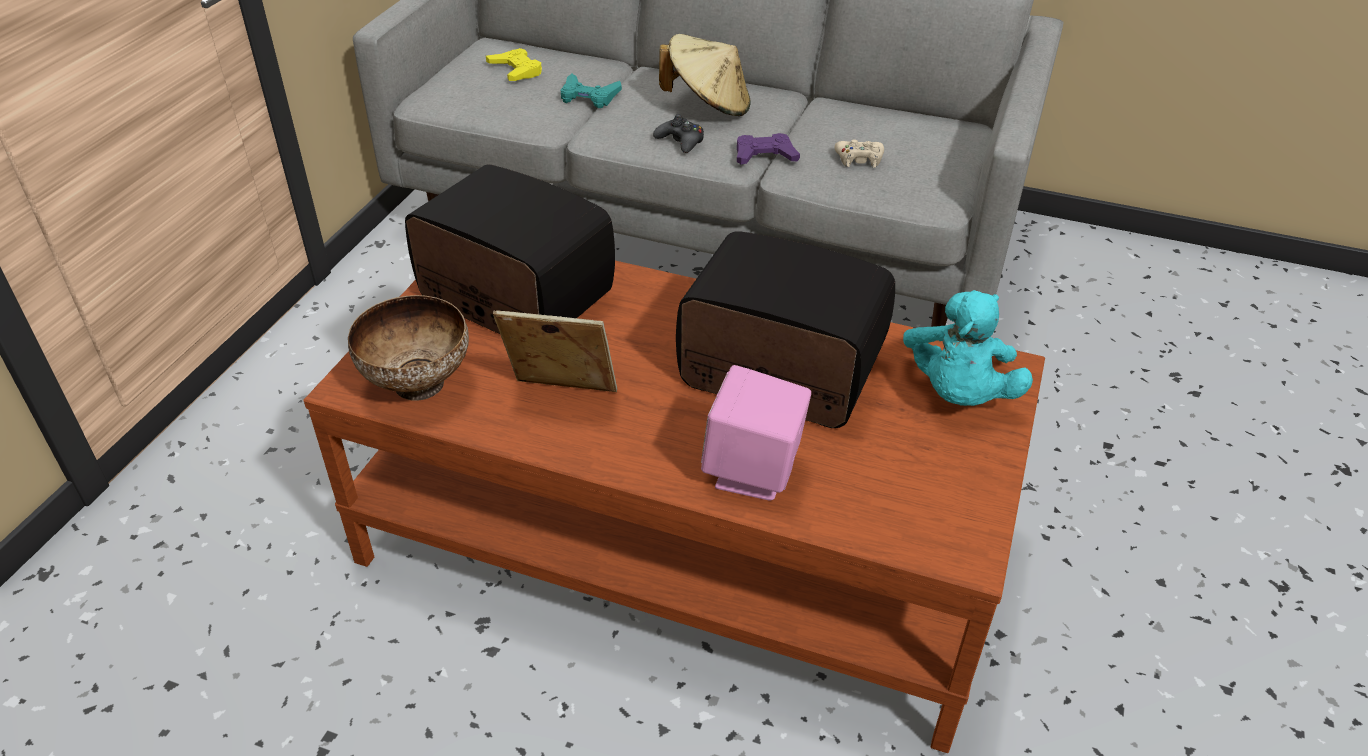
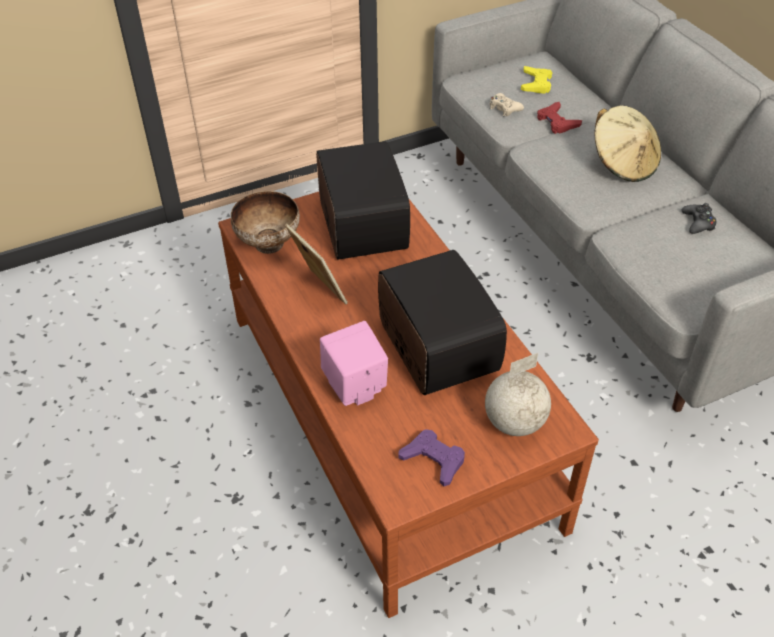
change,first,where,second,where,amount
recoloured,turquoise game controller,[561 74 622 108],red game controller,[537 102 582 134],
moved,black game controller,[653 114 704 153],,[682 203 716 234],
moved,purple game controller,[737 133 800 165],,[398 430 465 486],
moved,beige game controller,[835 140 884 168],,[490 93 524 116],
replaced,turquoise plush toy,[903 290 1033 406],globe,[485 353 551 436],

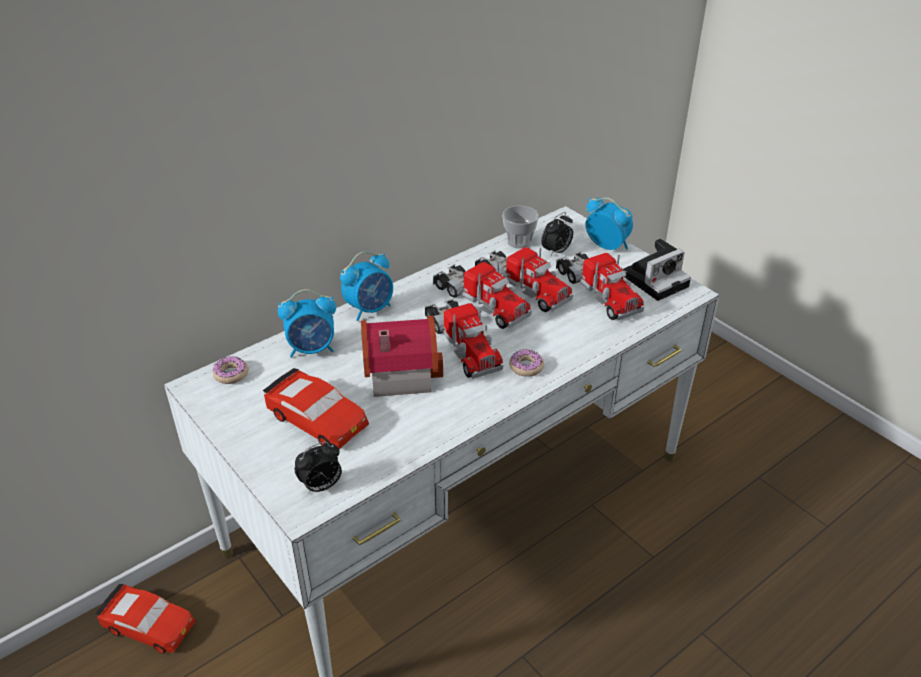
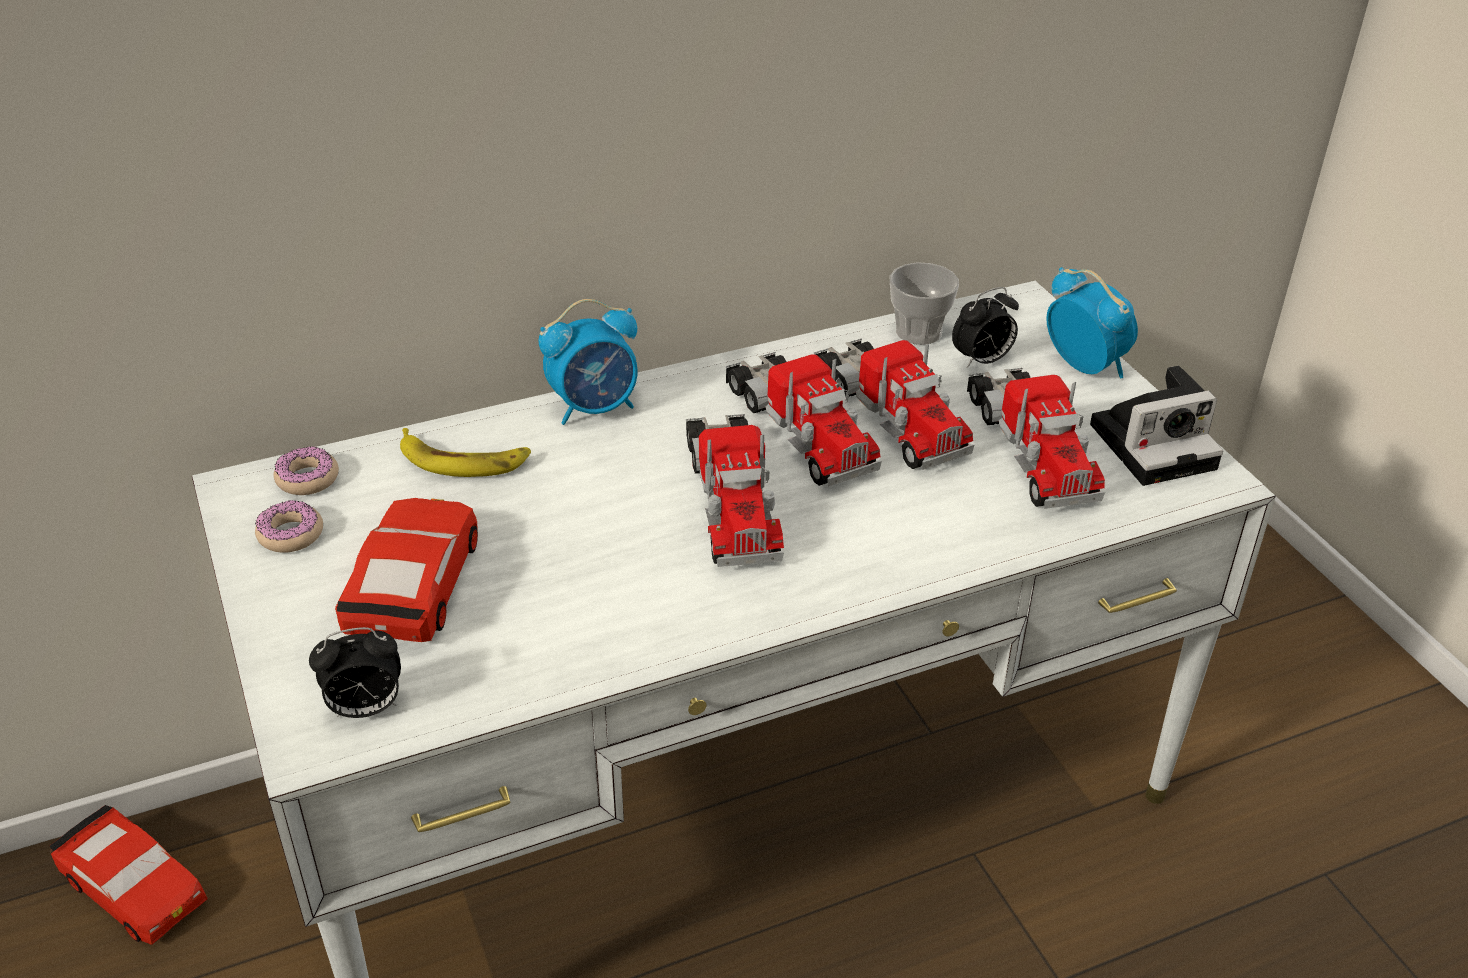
change,first,where,second,where,amount
turned,red toy car,[263 368 369 449],,[335 498 478 642],135 degrees counterclockwise
replaced,alarm clock,[278 289 336 358],banana,[400 428 531 477],
removed,toy house,[361 316 443 397],,,
moved,donut,[509 350 544 377],,[255 500 323 553],

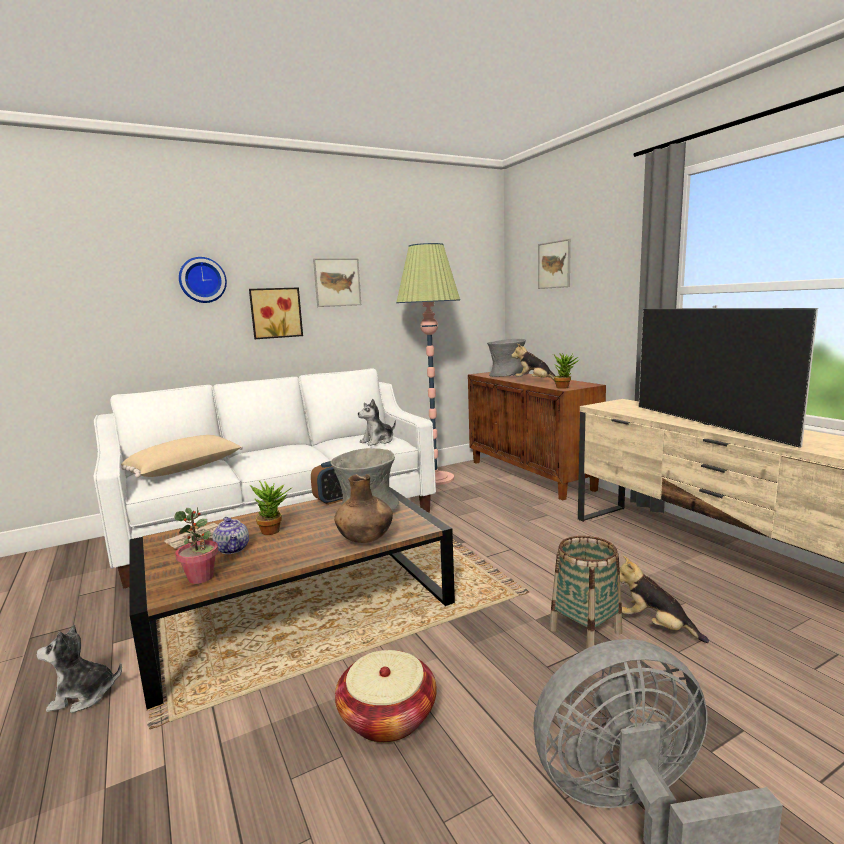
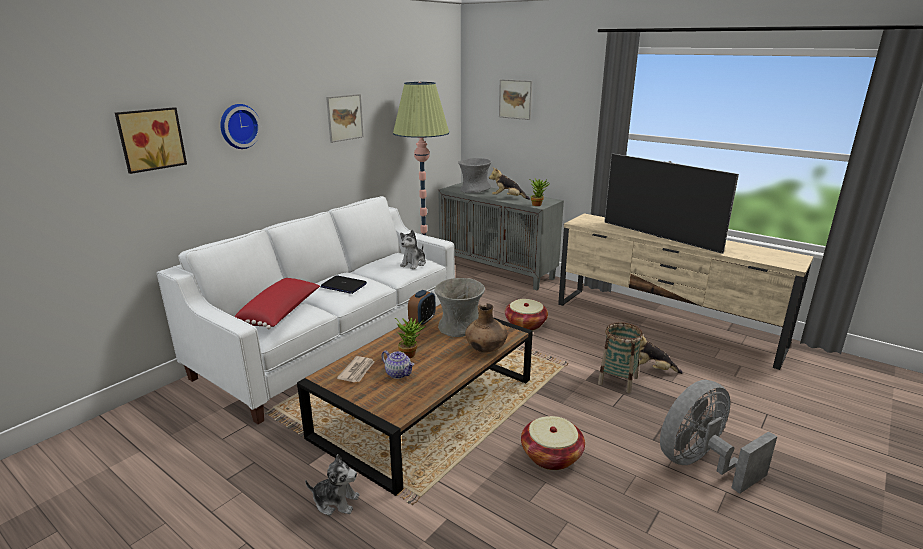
change,first,where,second,where,amount
turned,plush toy,[37 624 122 713],,[305 454 360 516],135 degrees counterclockwise
recoloured,beige pillow,[121 435 243 478],red pillow,[234 278 320 329],
removed,potted plant,[175 508 218 584],,,
moved,picture,[249 287 303 339],,[115 107 187 174],
recoloured,brown cabinet,[468 372 606 501],grey cabinet,[438 182 564 290],
added,,,laptop,[321 275 367 294],
added,,,basket,[505 299 548 331],

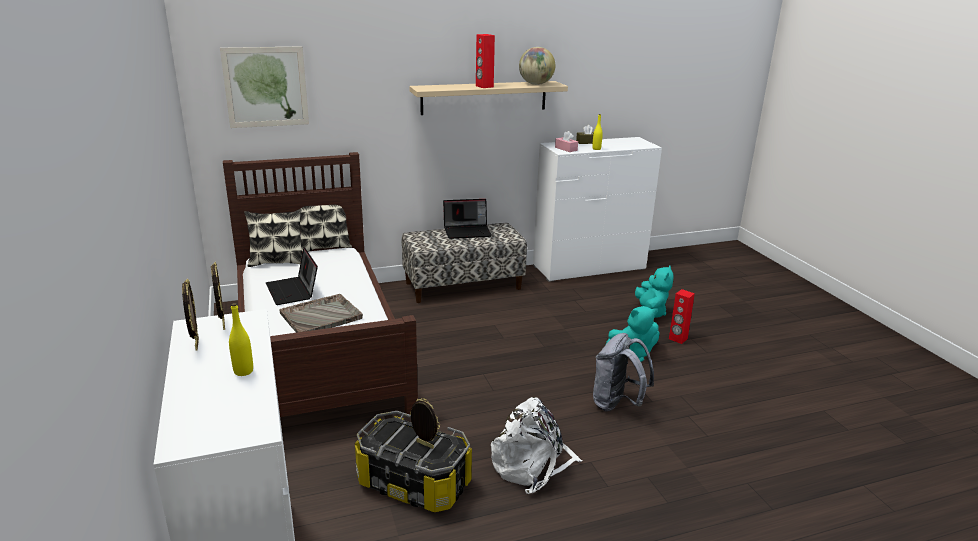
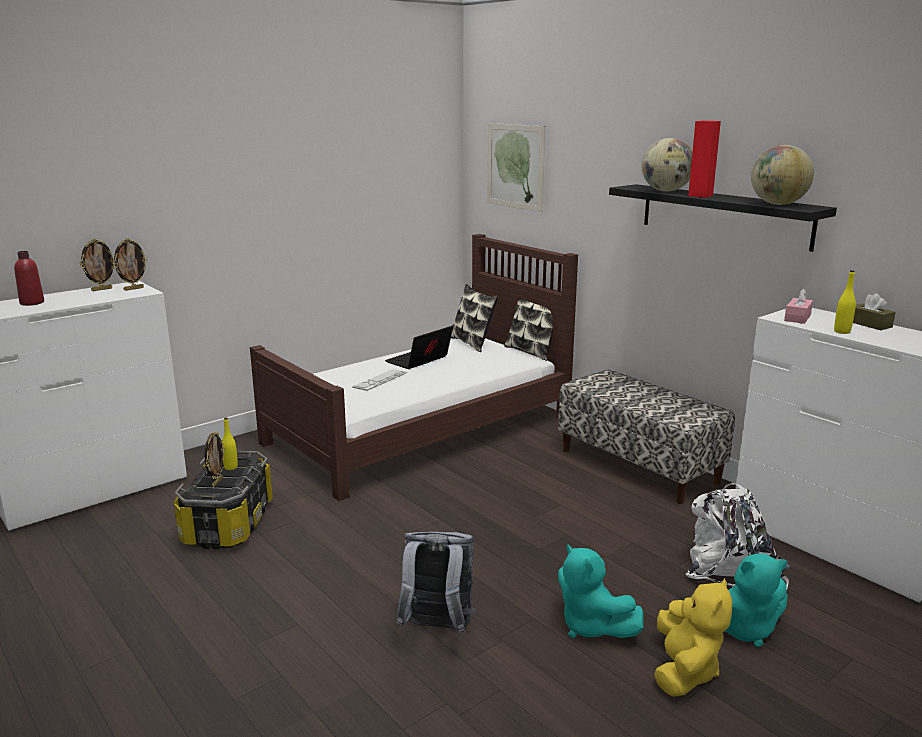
change,first,where,second,where,amount
moved,yellow bottle,[229 303 253 376],,[222 418 238 470],
replaced,grey tray,[280 294 363 333],keyboard,[352 369 407 391],
recoloured,beige shelf,[409 81 568 115],black shelf,[609 184 837 252],
removed,laptop,[443 199 492 239],,,
moved,white backpack,[491 397 582 494],,[685 483 790 588],
replaced,red speaker,[669 289 695 344],yellow plush toy,[654 578 732 697],
added,,,red bottle,[14 251 44 306],
added,,,globe,[642 138 693 192],

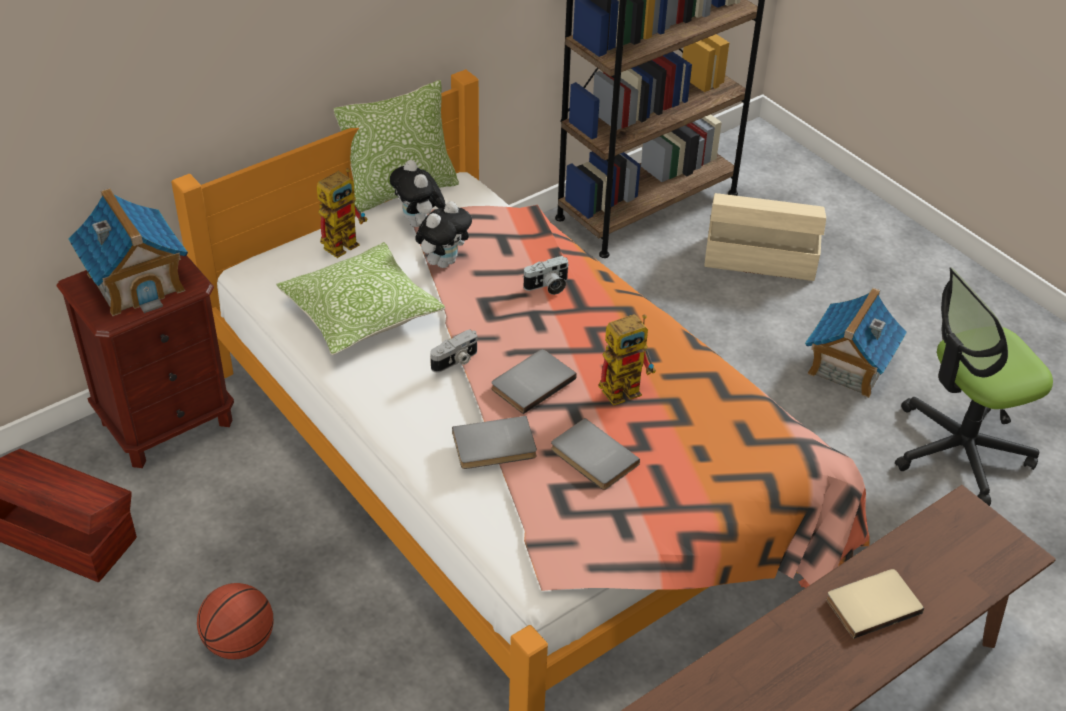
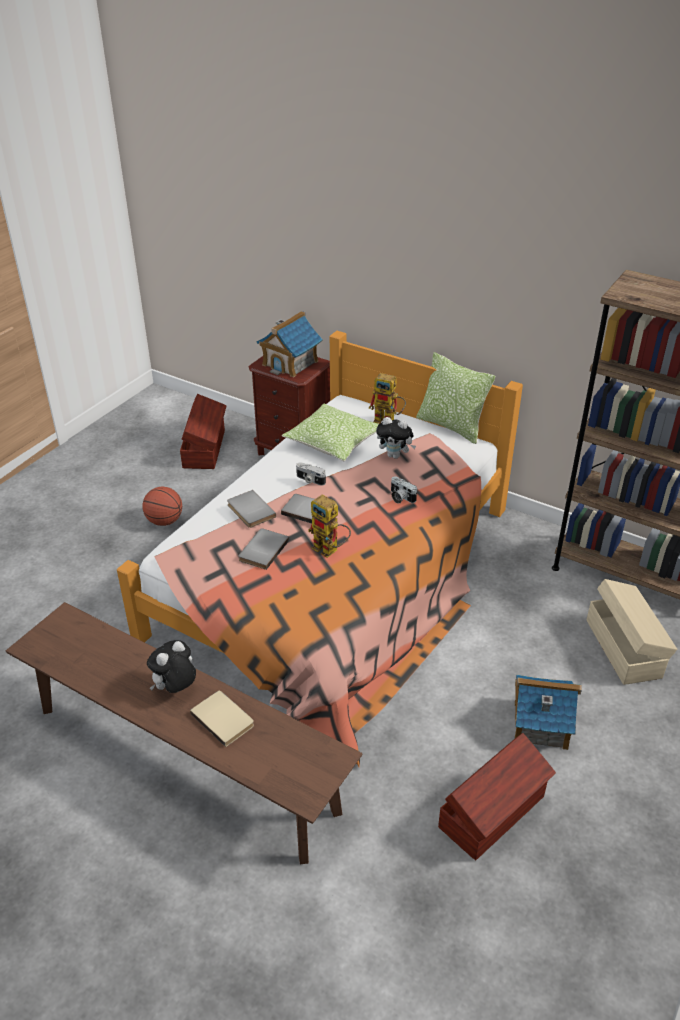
change,first,where,second,where,amount
moved,plush toy,[390 160 446 227],,[147 640 196 693],
replaced,office chair,[895 267 1053 506],brown storage box,[438 733 556 860],

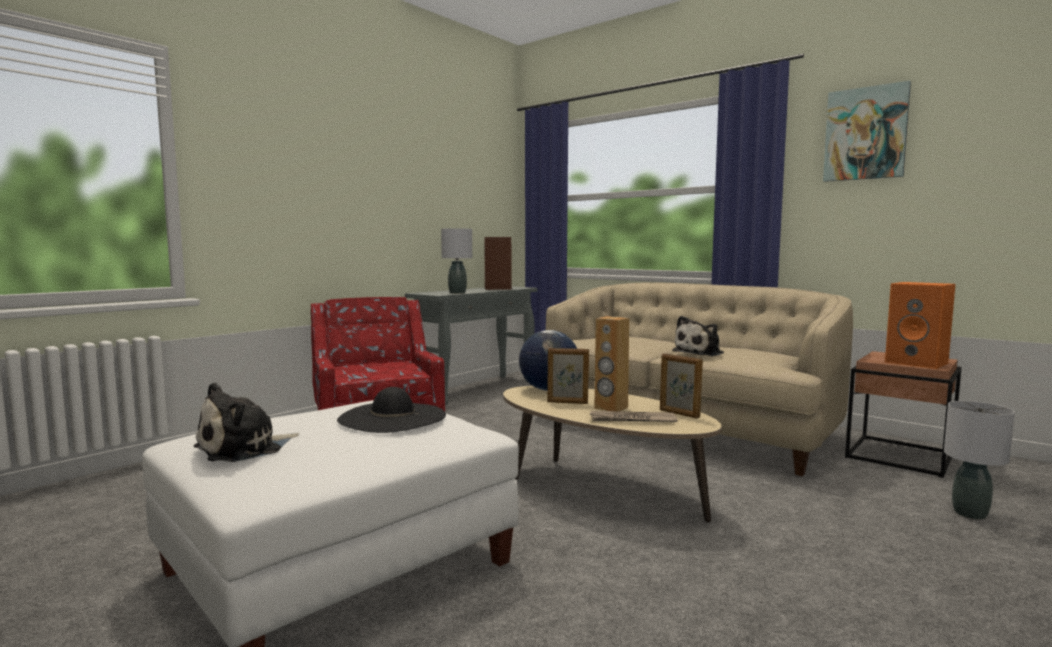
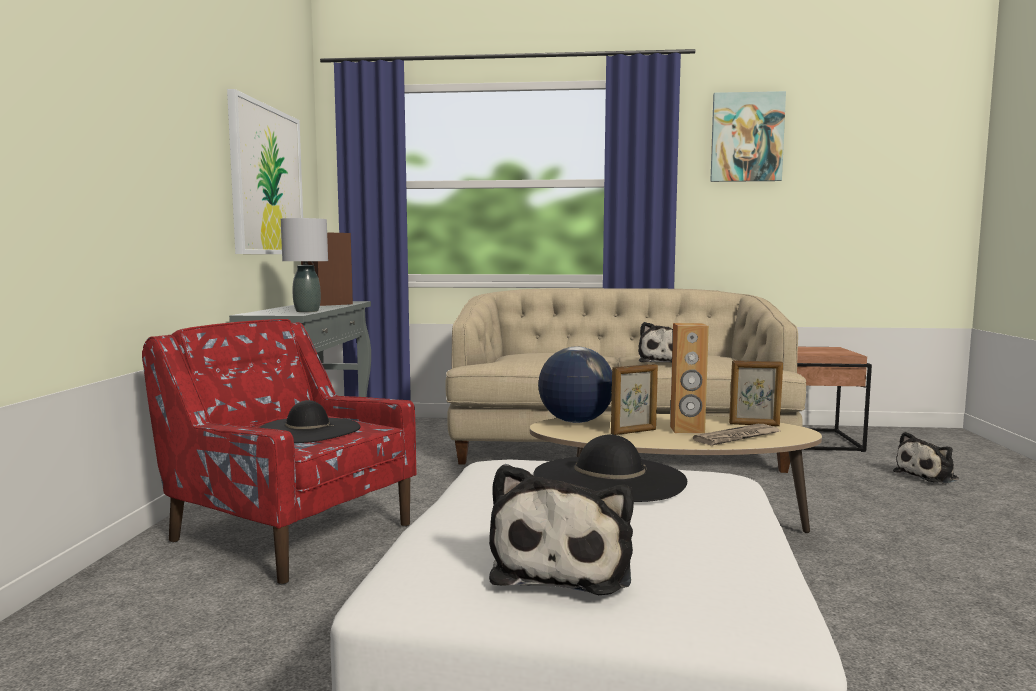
change,first,where,second,where,amount
removed,orange speaker,[885 282 956 369],,,
replaced,grey table lamp,[944 401 1015 519],plush toy,[893 432 959 484],
added,,,picture,[227 89 303 254],
added,,,black hat,[258 400 361 443],

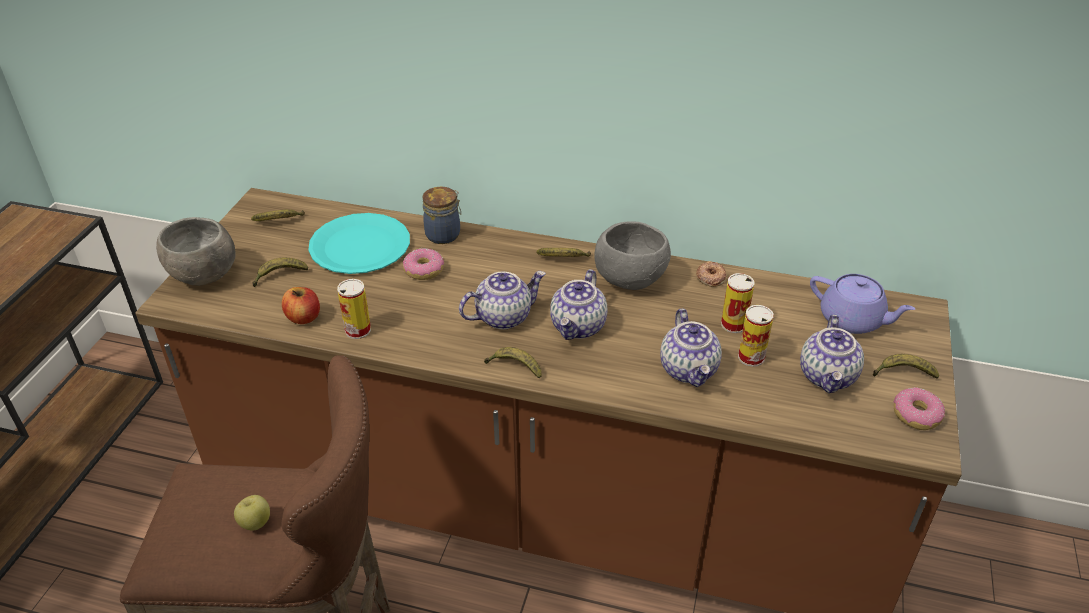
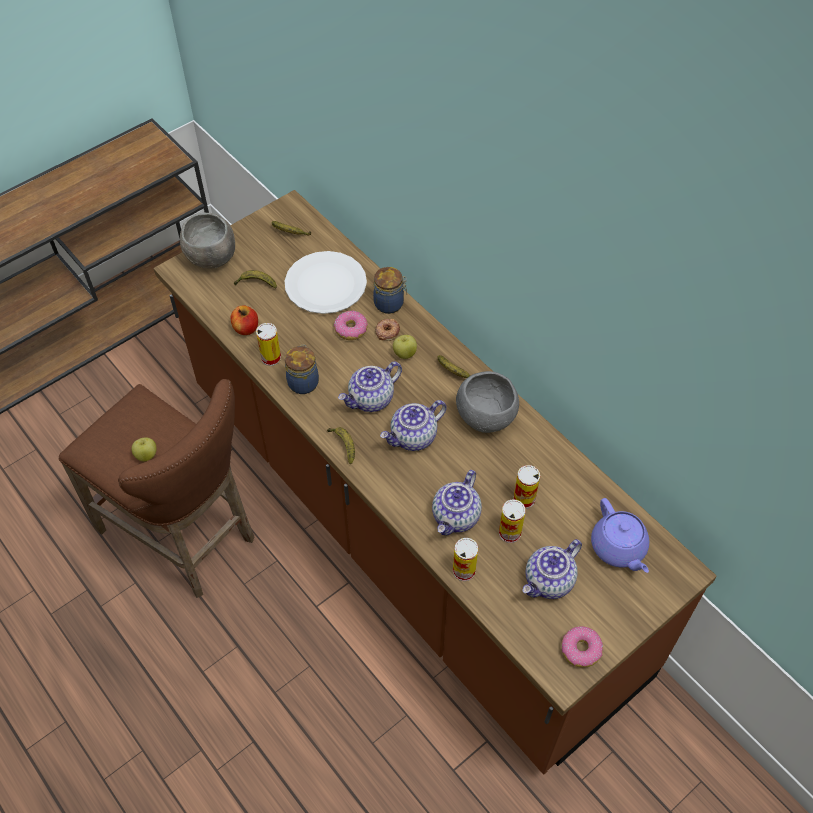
change,first,where,second,where,amount
recoloured,turquoise plate,[308 213 410 274],white plate,[285 251 367 314],
turned,teapot,[459 271 546 329],,[338 362 402 412],135 degrees clockwise
moved,donut,[696 261 727 287],,[375 319 400 341],
removed,banana,[873 354 939 379],,,
added,,,jar,[285 345 319 394],
added,,,apple,[393 335 417 359],
added,,,can,[453 538 478 581],

